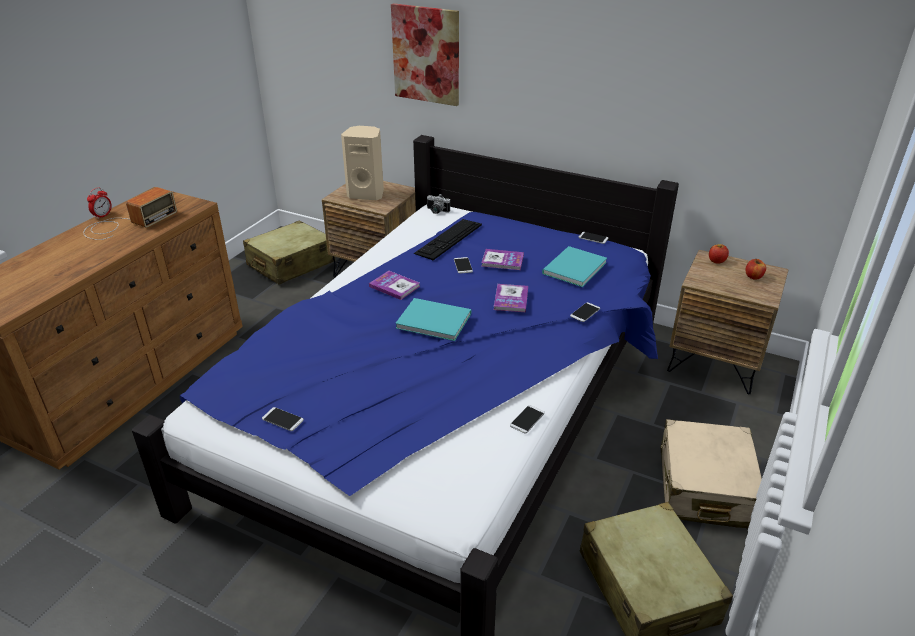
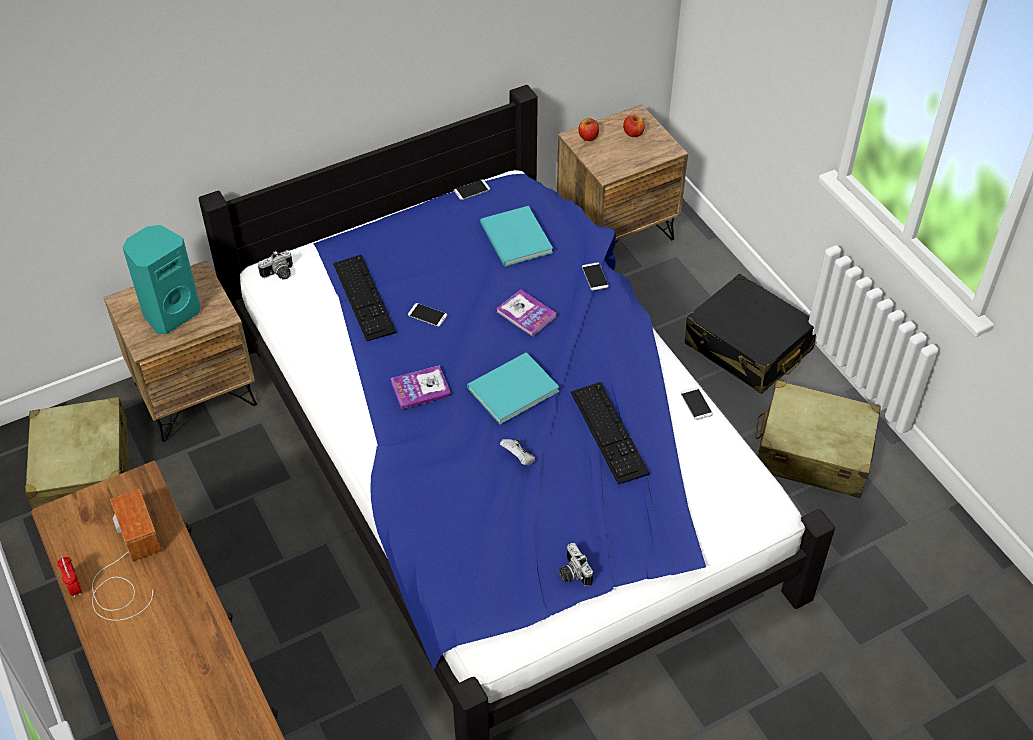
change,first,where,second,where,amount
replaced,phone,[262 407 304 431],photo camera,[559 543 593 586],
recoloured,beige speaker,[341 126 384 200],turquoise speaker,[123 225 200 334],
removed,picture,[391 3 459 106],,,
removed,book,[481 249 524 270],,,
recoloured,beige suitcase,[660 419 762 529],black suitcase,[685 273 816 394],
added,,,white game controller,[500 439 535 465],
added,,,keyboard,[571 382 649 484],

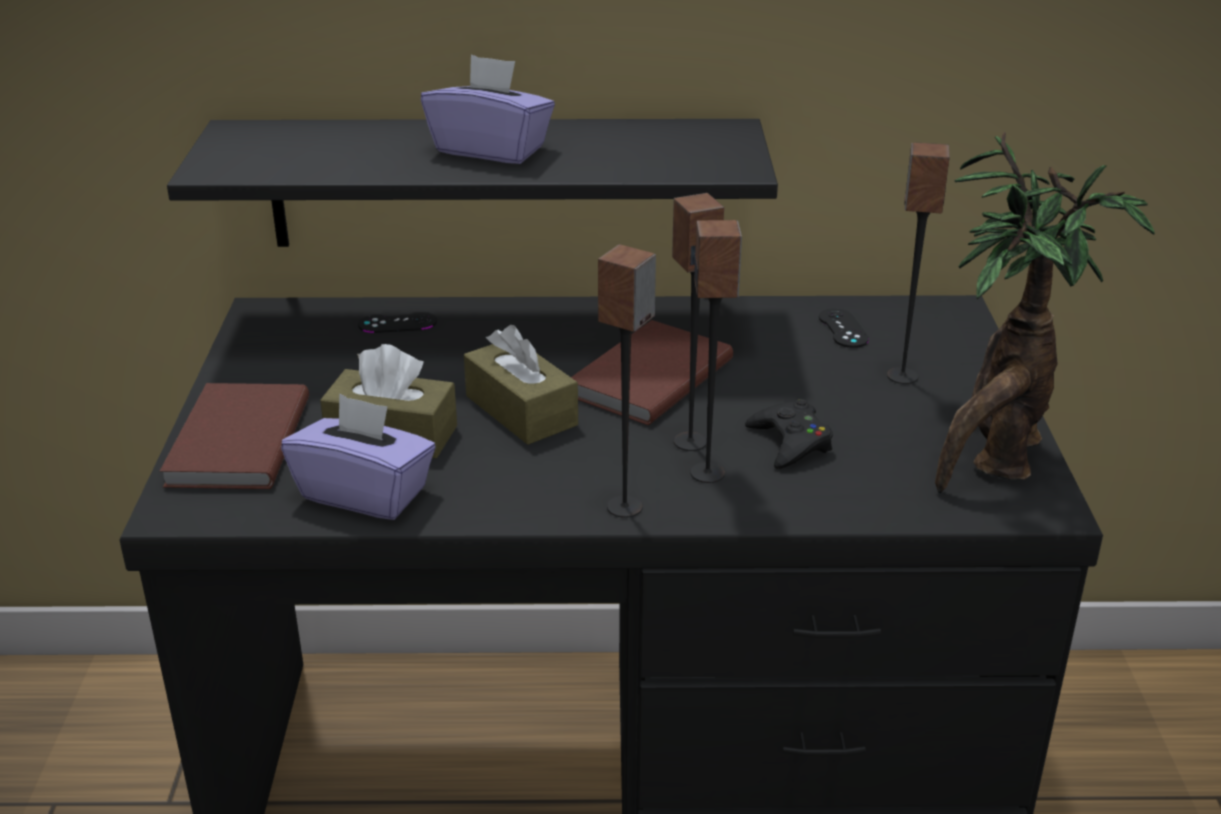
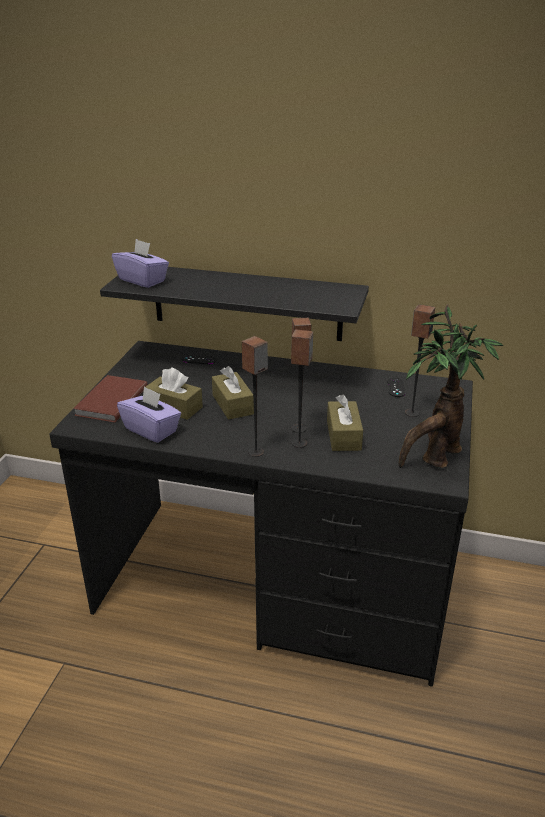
change,first,where,second,where,amount
moved,purple tissue box,[421 55 555 164],,[112 239 169 288],
removed,brown book,[571 320 733 425],,,
replaced,black game controller,[745 399 833 469],brown tissue box,[327 395 363 451],

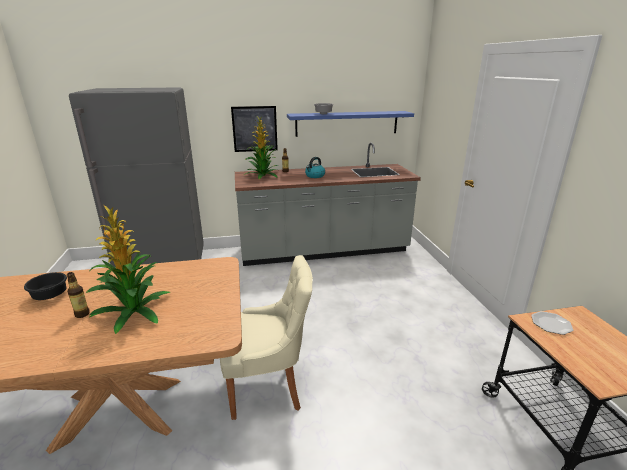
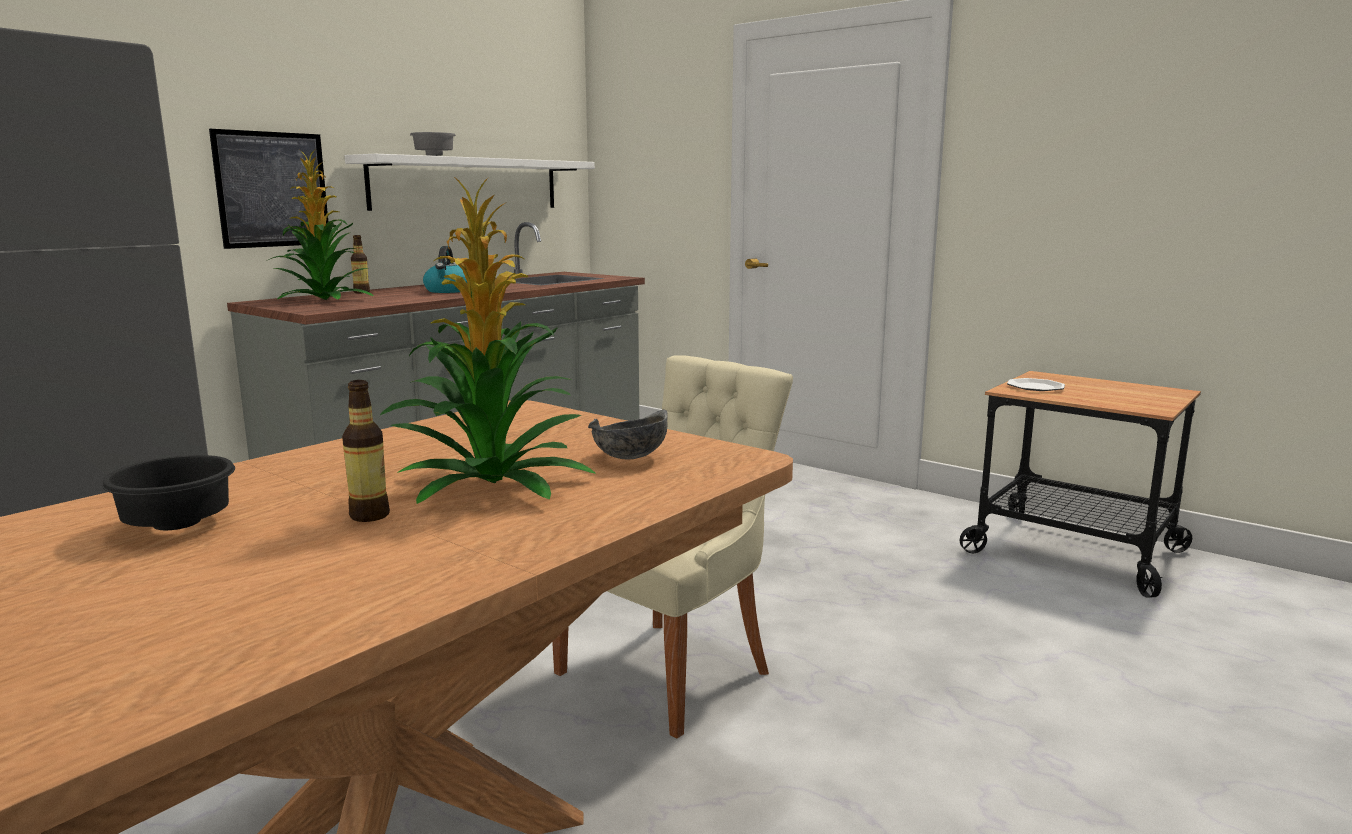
change,first,where,second,where,amount
recoloured,blue shelf,[287 111 414 137],white shelf,[345 154 595 211],
added,,,grey bowl,[588 409 668 460],

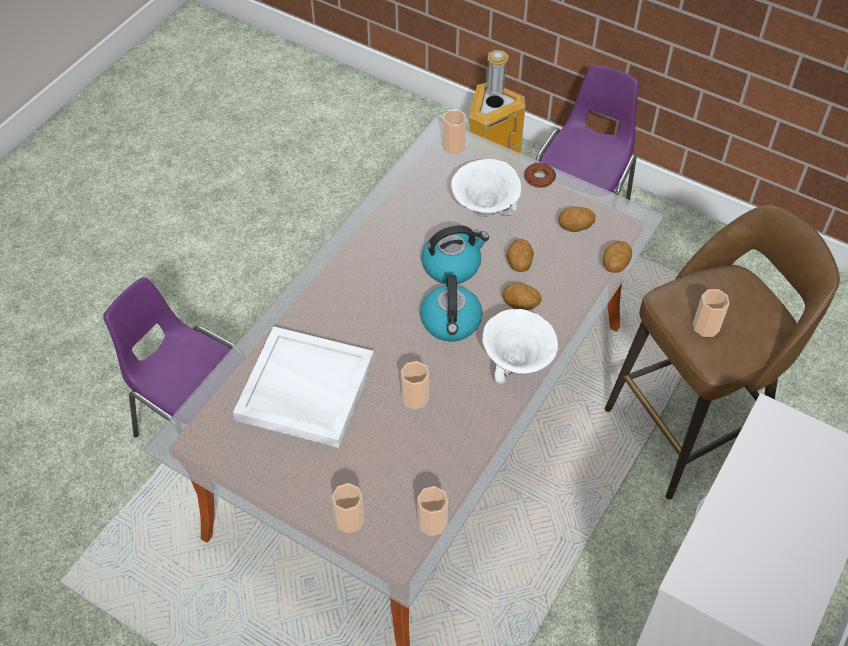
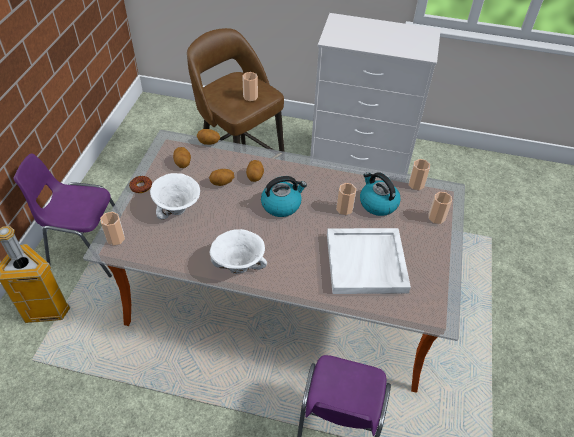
change,first,where,second,where,amount
moved,kettle,[421 225 489 284],,[360 172 401 216],
moved,white bowl,[482 309 558 384],,[210 229 267 274],

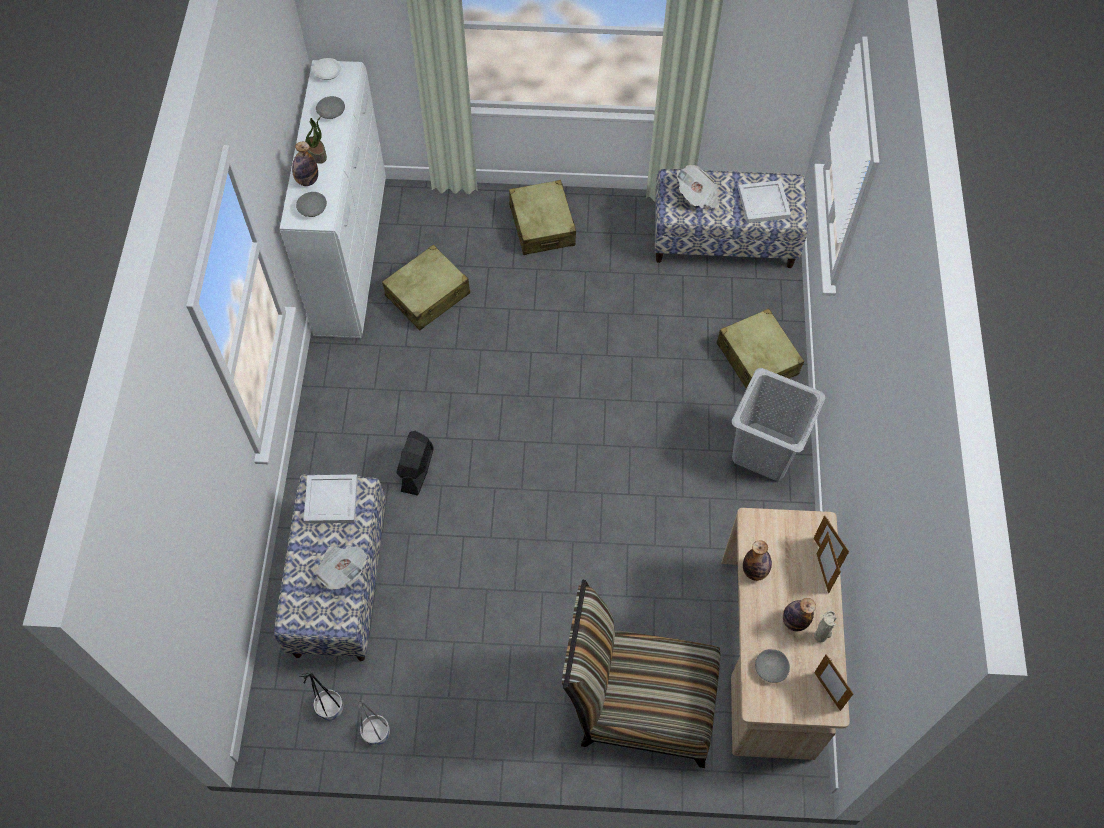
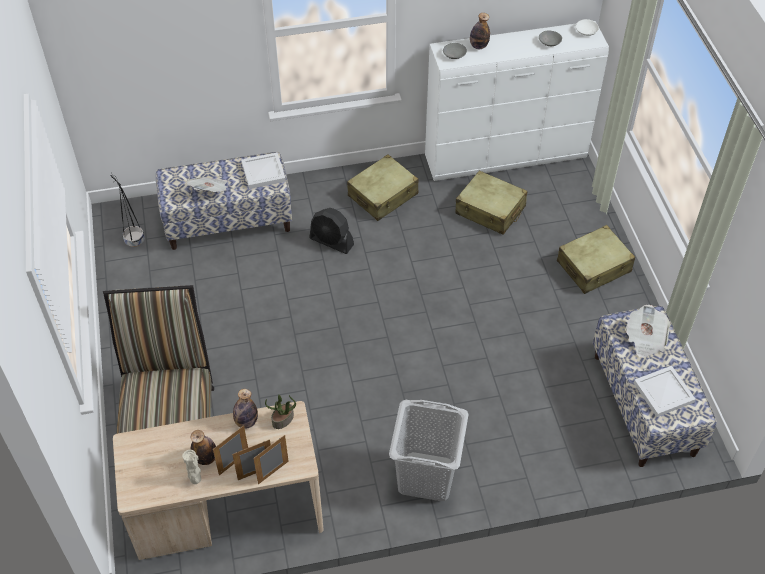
change,first,where,second,where,amount
moved,potted plant,[305 117 327 164],,[265 395 296 429],
removed,grey planter,[355 700 390 746],,,
turned,black fan,[396 431 434 496],,[309 208 354 254],150 degrees counterclockwise
moved,beige suitcase,[717 309 804 389],,[347 154 419 221],
removed,grey bowl,[755 649 790 683],,,
moved,picture frame,[814 654 853 711],,[213 425 248 476],

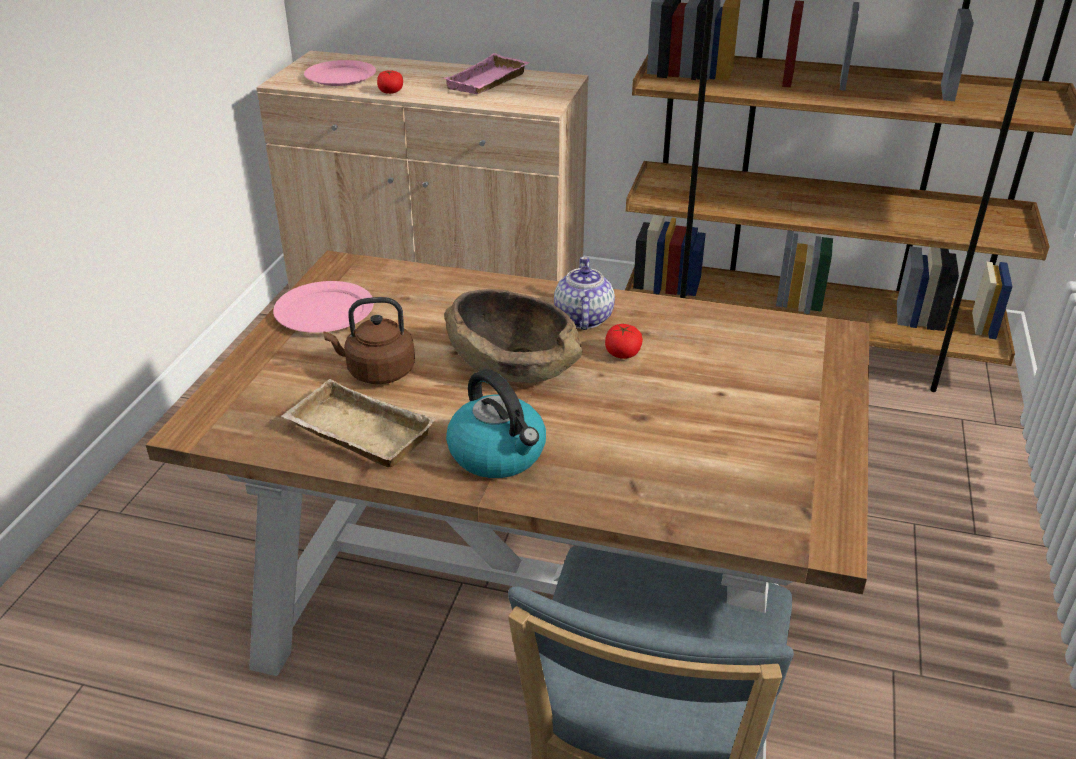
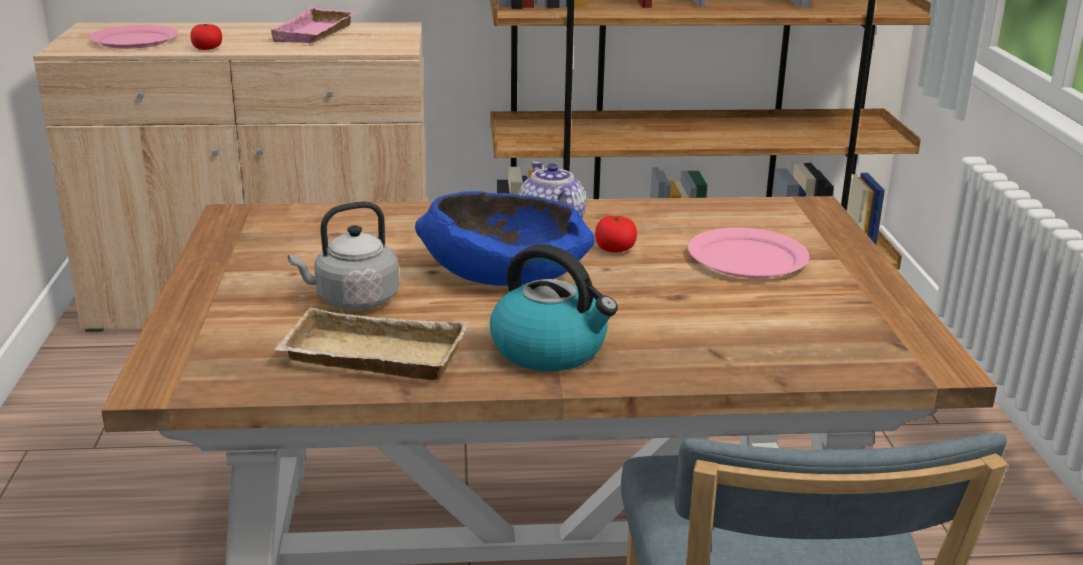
change,first,where,second,where,amount
moved,pink plate,[273 281 374 333],,[688 227 809 278],
recoloured,brown kettle,[323 297 415 384],grey kettle,[288 201 399 310],
recoloured,brown bowl,[445 289 582 383],blue bowl,[415 191 595 286],

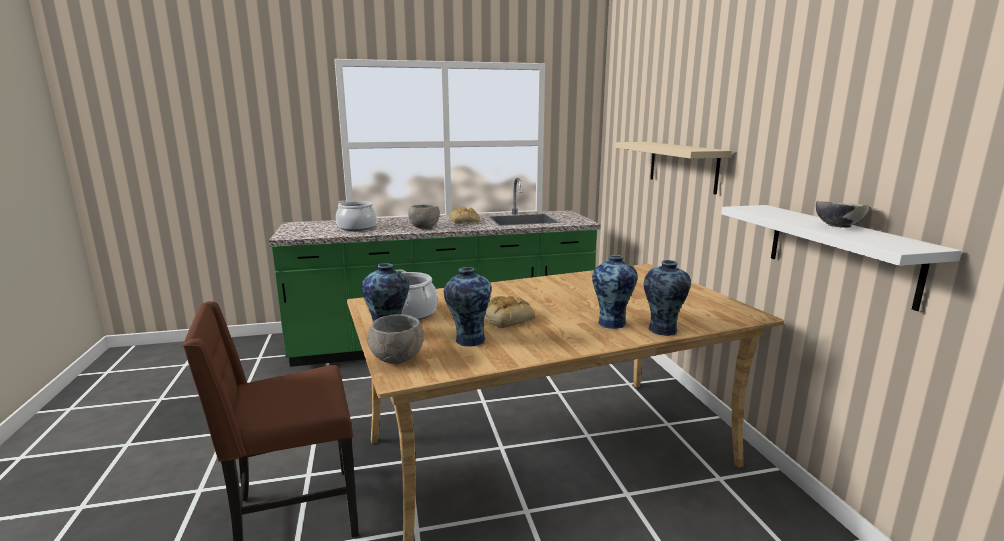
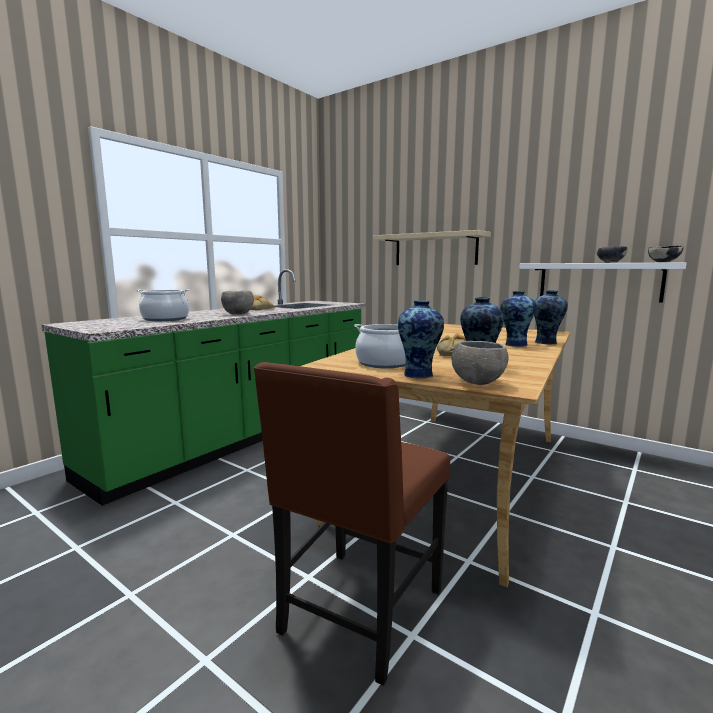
change,first,where,second,where,amount
added,,,bowl,[648 245 684 262],

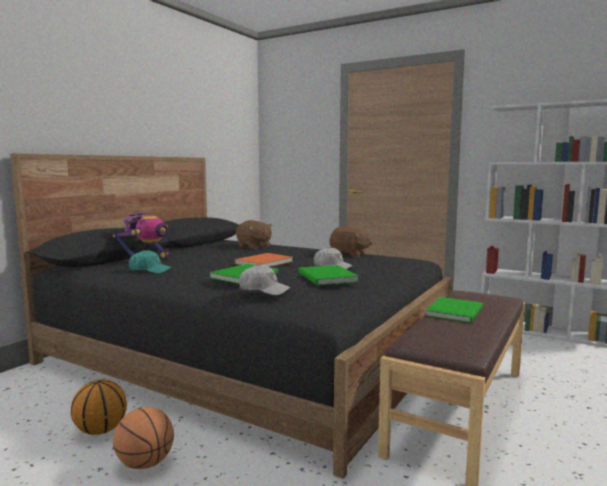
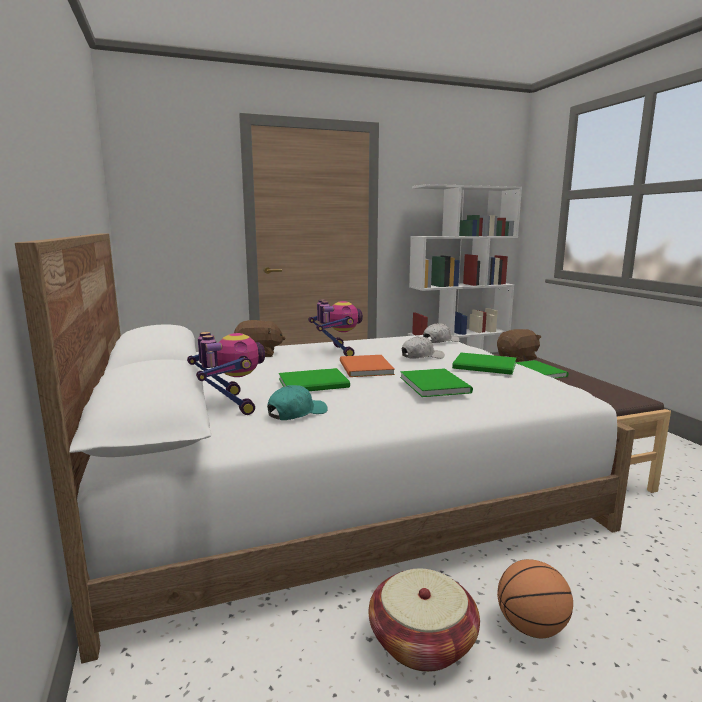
change,first,where,second,where,amount
recoloured,black bed,[10 153 452 479],white bed,[15 233 635 664],
replaced,basketball,[71 379 127 435],basket,[369 569 480 672],
moved,white cap,[239 264 291 296],,[423 323 460 343],
moved,brown plush toy,[329 226 372 257],,[497 329 541 362],
added,,,green book,[279 368 350 391],
added,,,toy robot,[308 300 363 356],

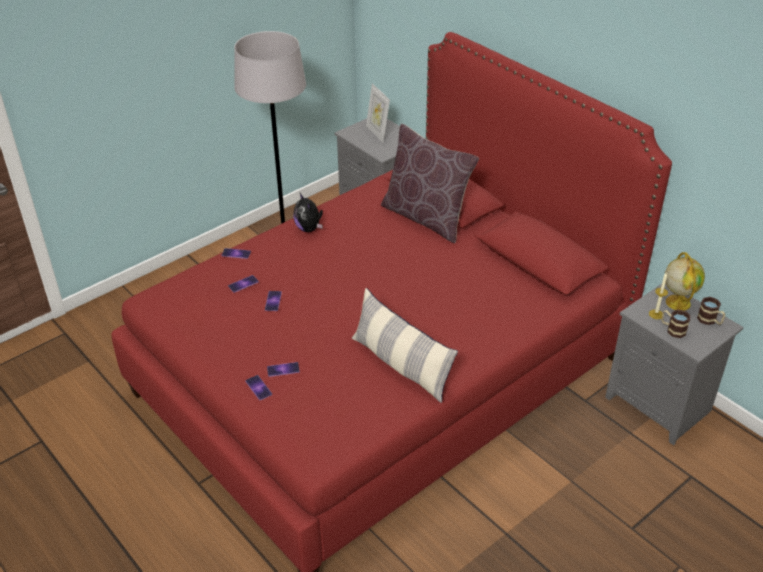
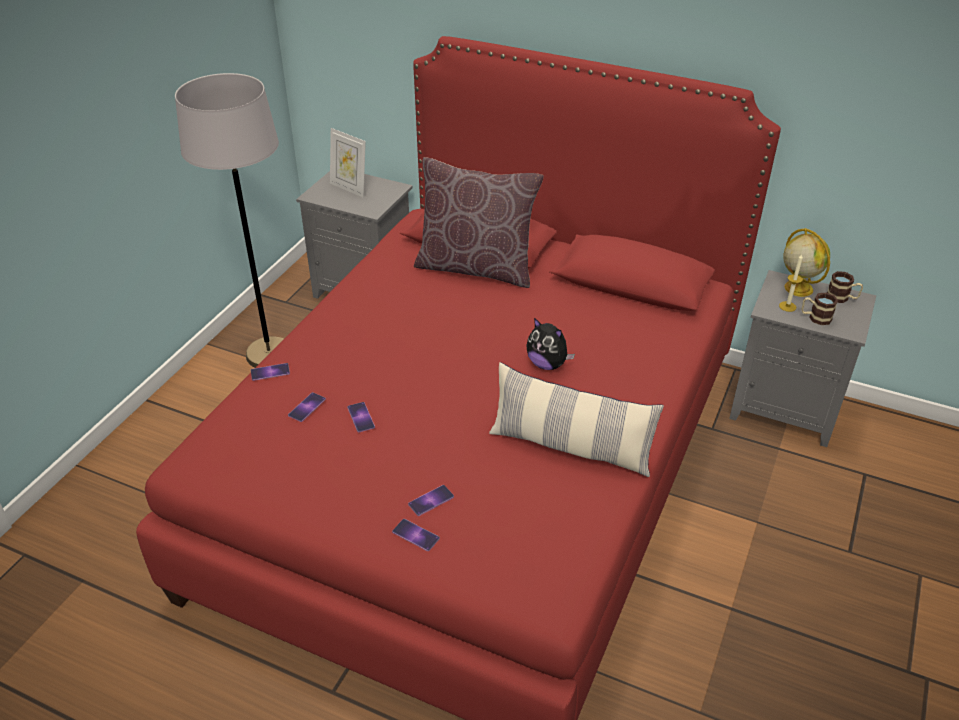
change,first,where,second,where,amount
moved,plush toy,[293 193 323 232],,[526 318 575 370],

